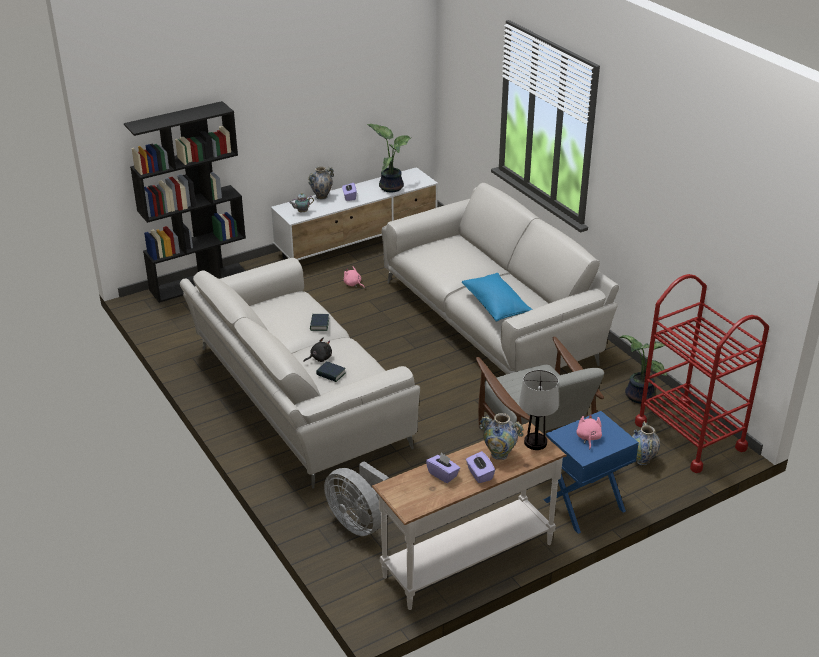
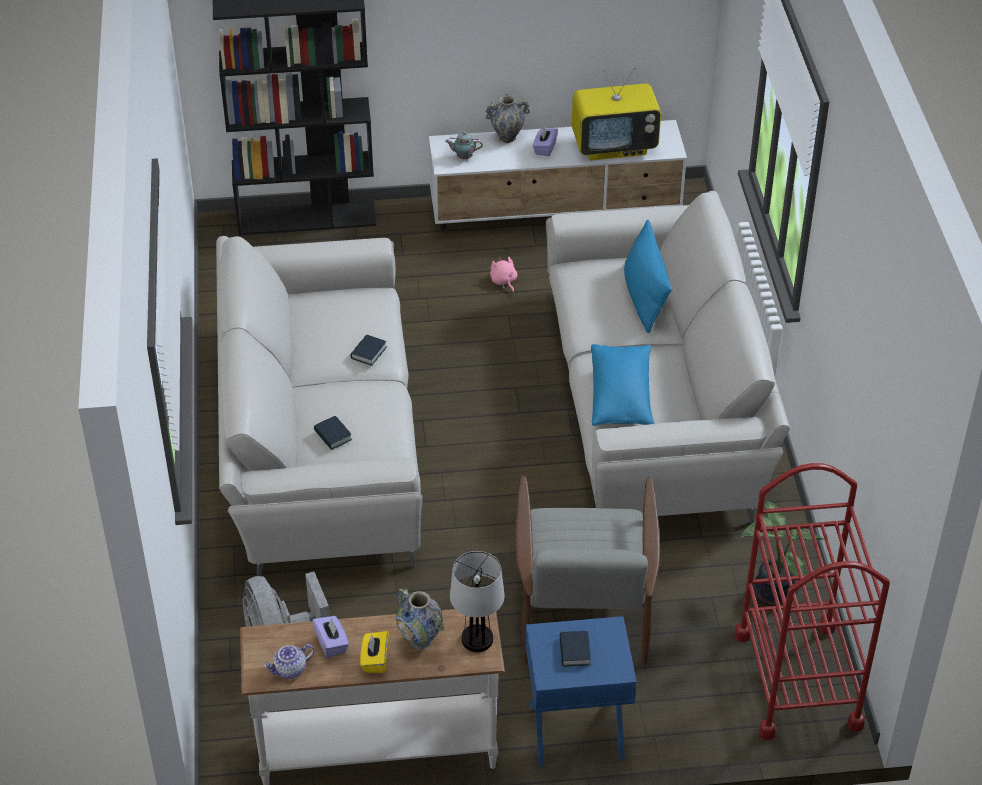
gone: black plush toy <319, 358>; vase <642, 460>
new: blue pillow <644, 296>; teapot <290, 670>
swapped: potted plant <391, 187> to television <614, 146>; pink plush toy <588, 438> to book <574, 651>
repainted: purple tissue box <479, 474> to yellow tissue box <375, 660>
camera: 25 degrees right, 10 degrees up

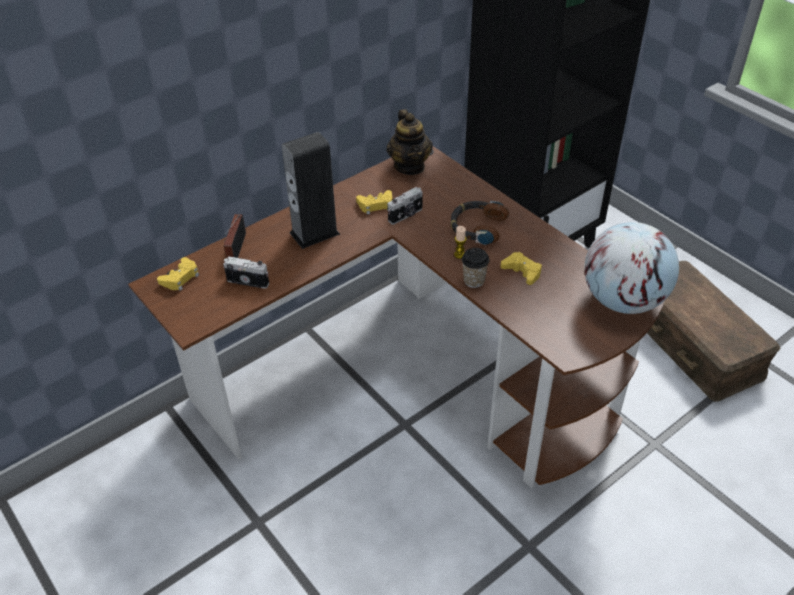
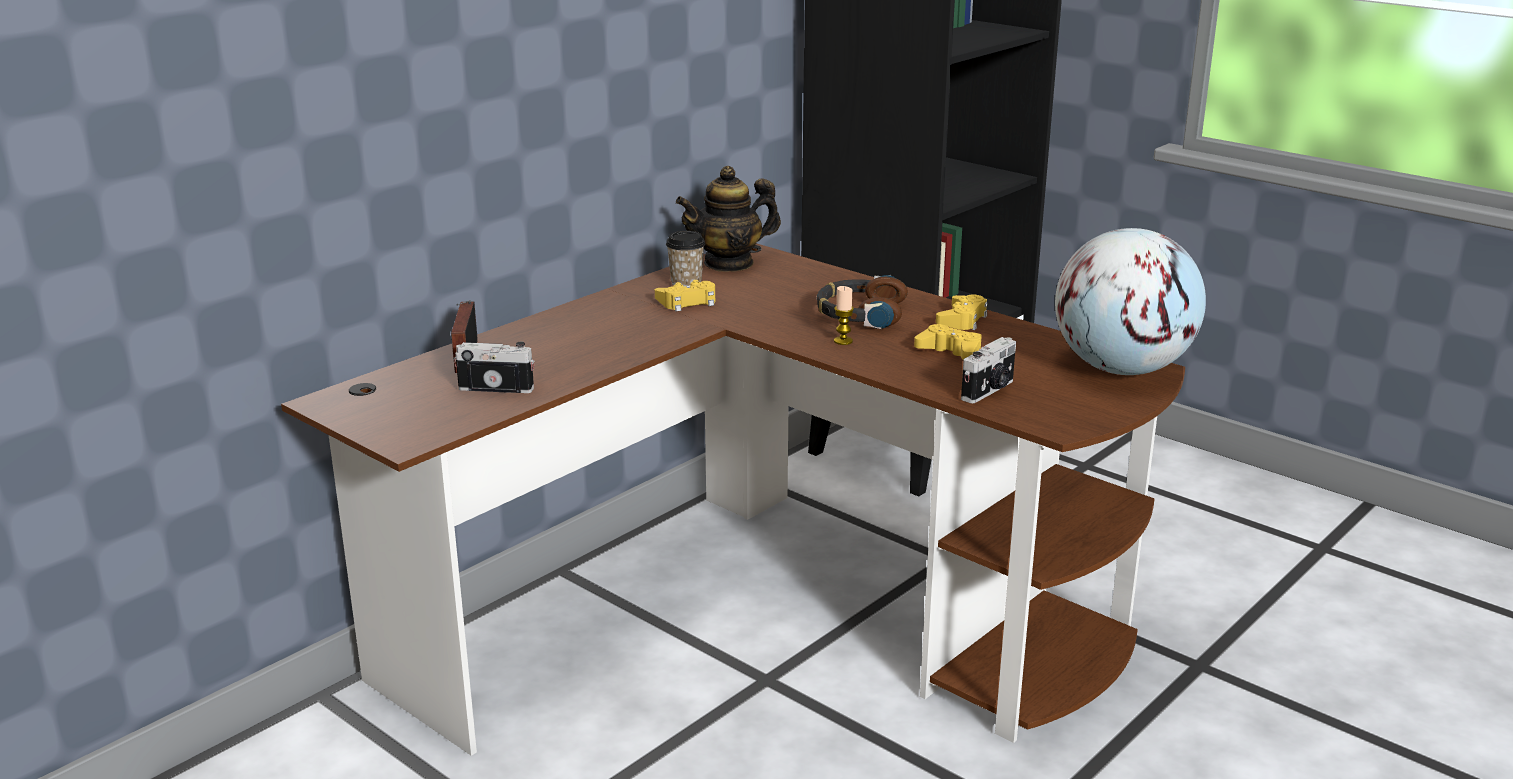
gone: speaker <314, 233>; brown storage box <695, 342>
shifted: photo camera <406, 215> to <989, 390>; cup <474, 280> to <686, 283>; yellow game controller <180, 278> to <962, 319>
rotated: teapot <410, 166> = <729, 263> 90 degrees clockwise
camera: 10 degrees left, 20 degrees down

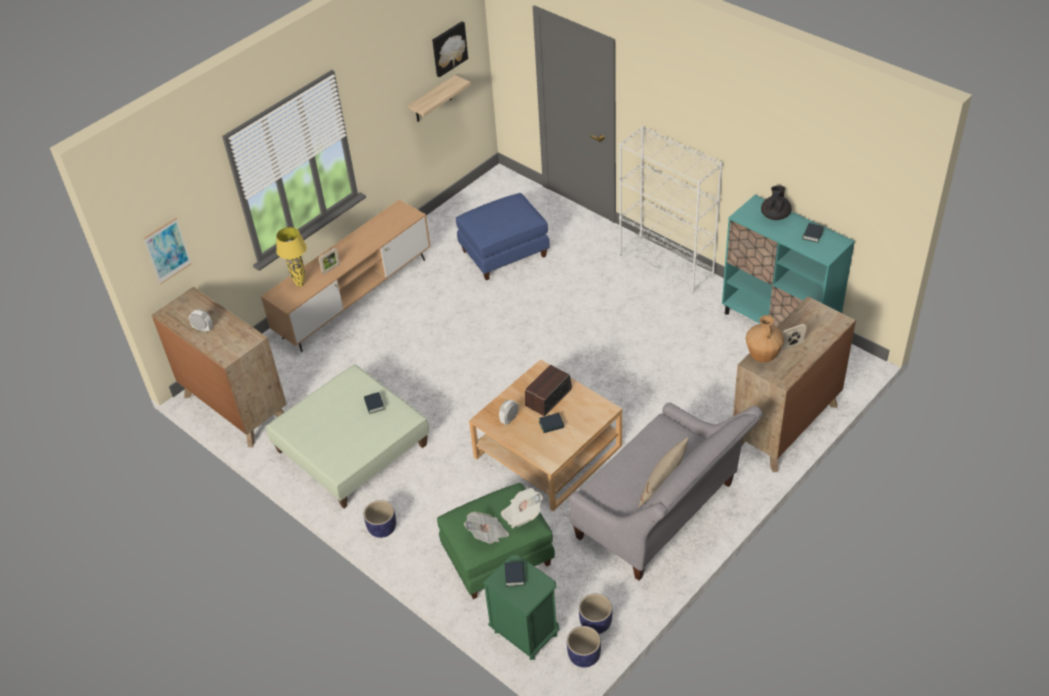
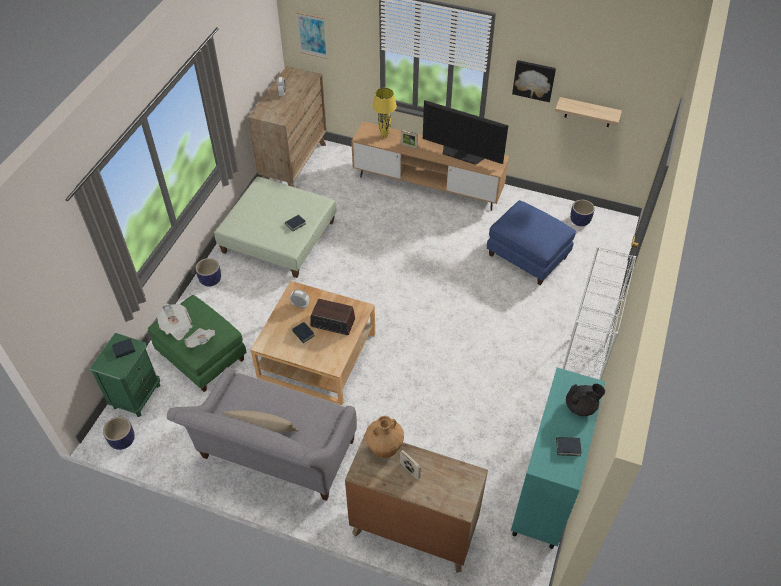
new: television <462, 154>
shifted: picture <448, 48> to <534, 80>; planter <596, 623> to <580, 221>
camera: 65 degrees right, 5 degrees up

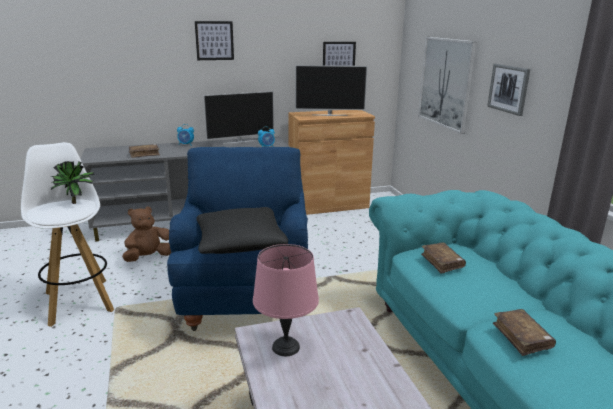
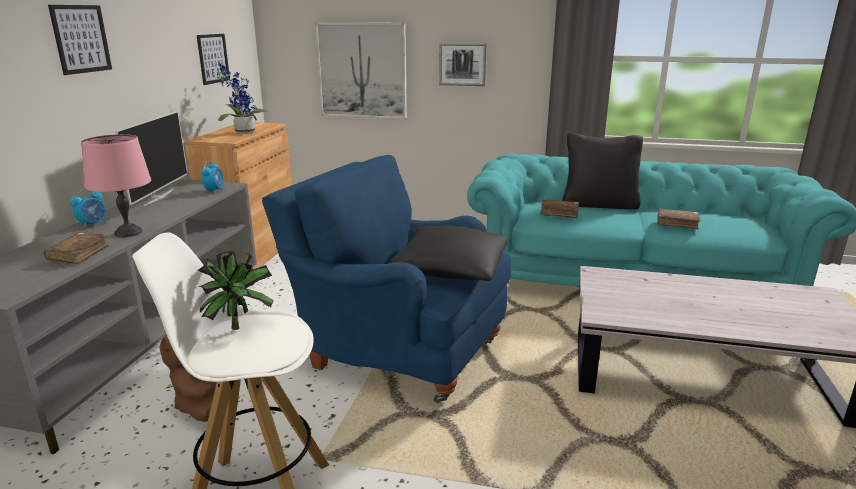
new: black pillow <599, 204>
shifted: pink table lamp <285, 346> to <127, 232>
swapped: television <329, 115> to potted plant <242, 132>
camera: 60 degrees left, 0 degrees up

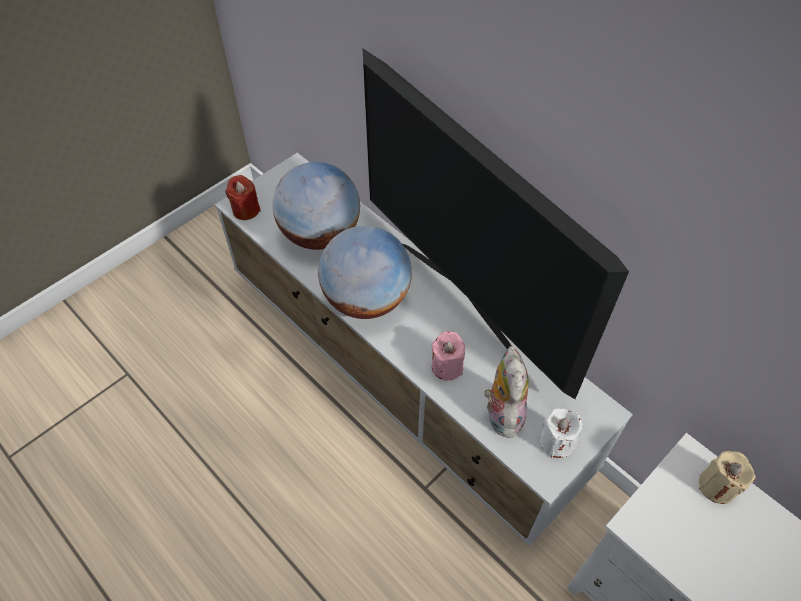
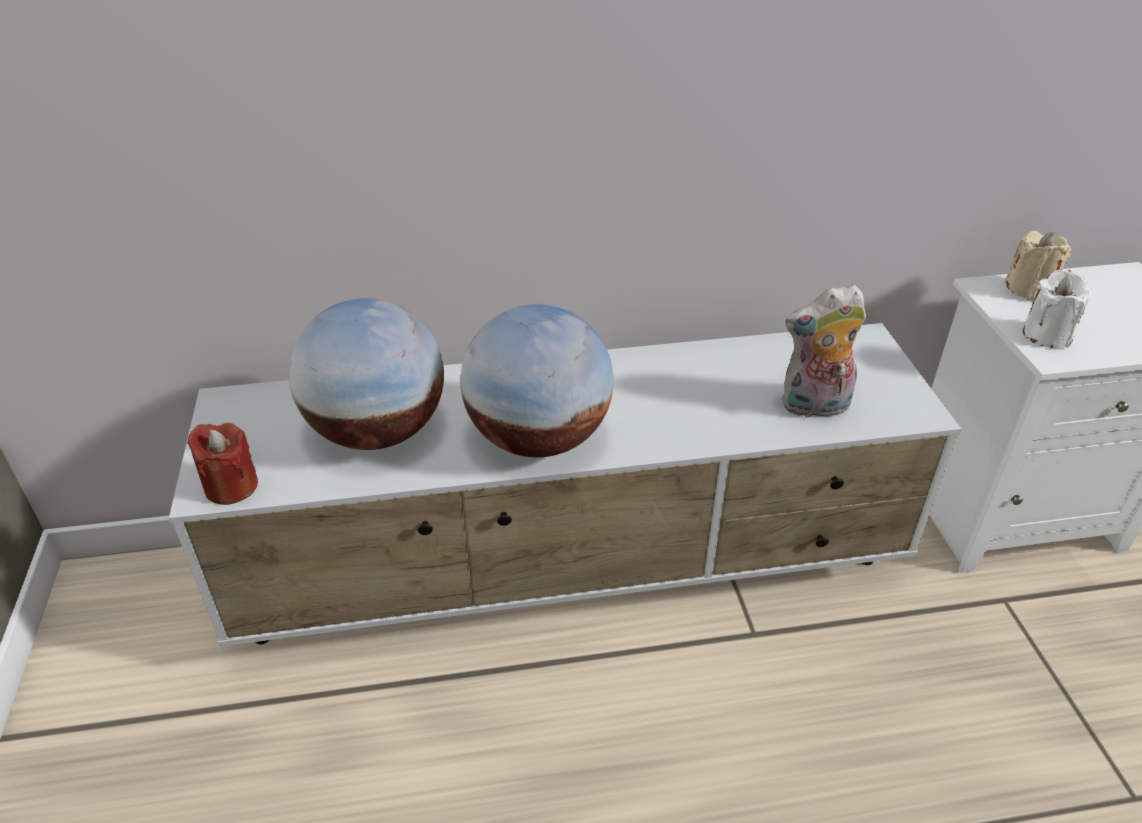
gone: television <462, 300>; pink candle <447, 366>
shifted: white candle <556, 442> to <1046, 335>
rotated: plush toy <501, 413> = <814, 407> 45 degrees counterclockwise
camera: 55 degrees left, 15 degrees down

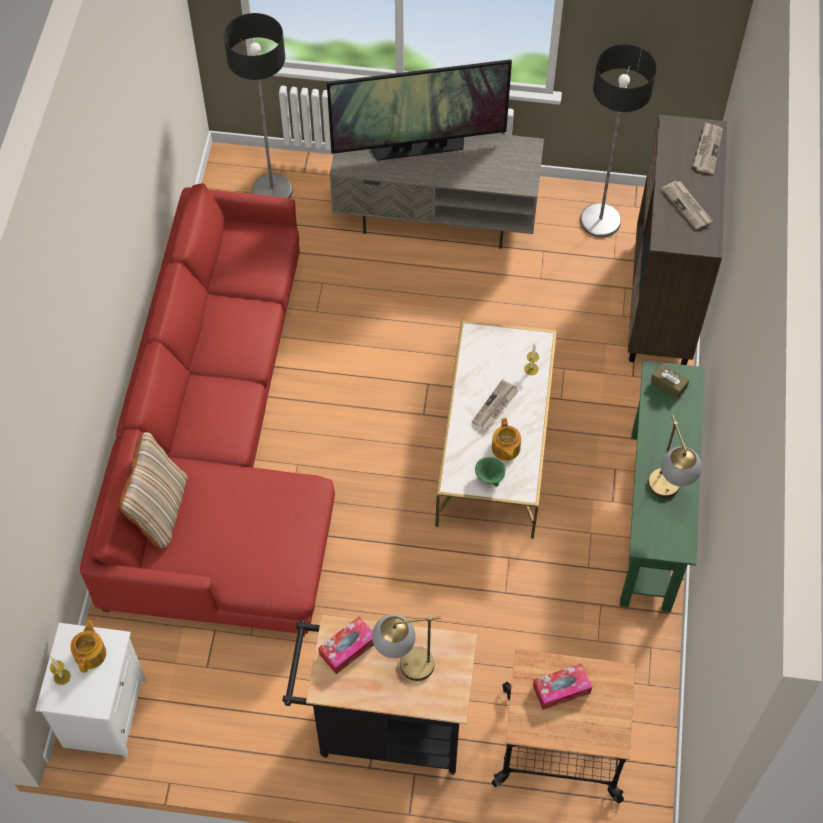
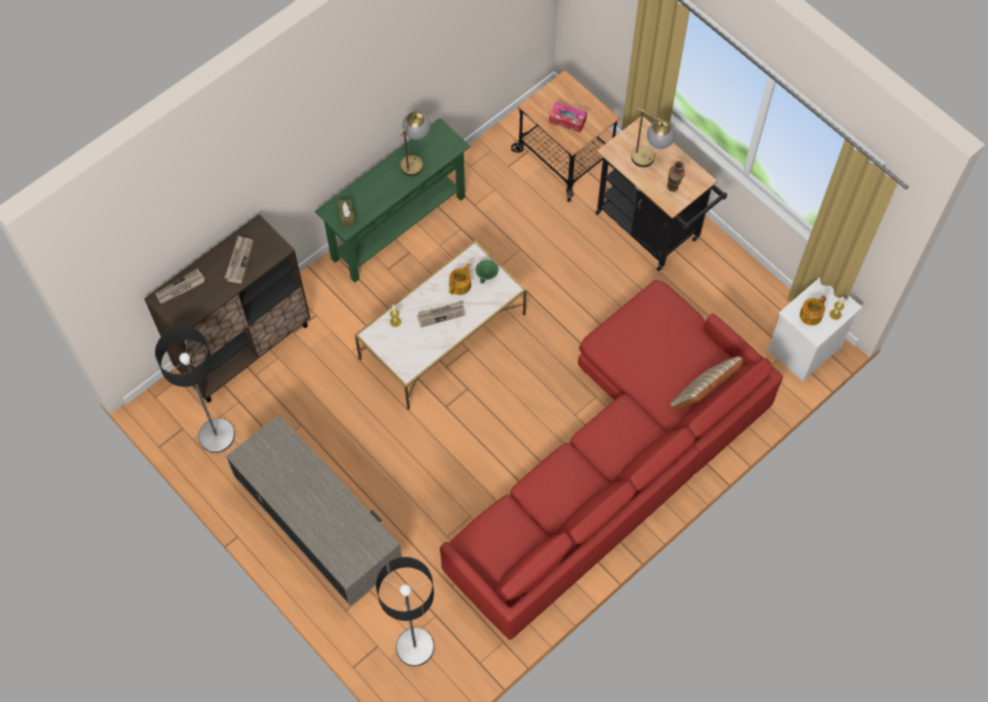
gone: television <418, 148>
swapped: tissue box <348, 648> to vase <672, 190>
camera: 140 degrees left, 5 degrees up

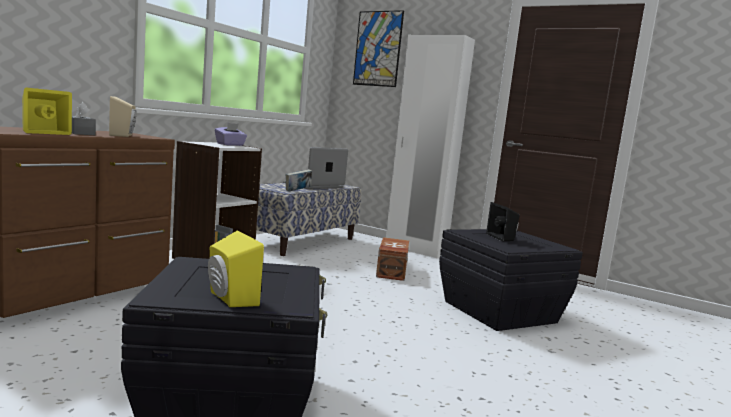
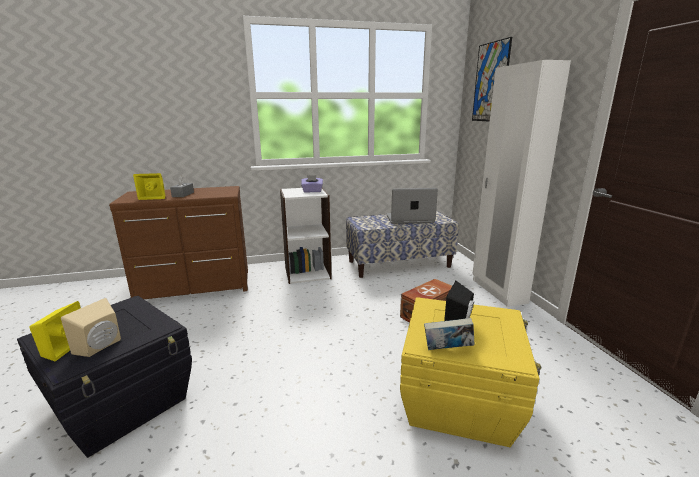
shifted: beige speaker <123, 135> to <101, 347>; book <297, 191> to <447, 350>
repainted: black storage box <499, 311> to yellow storage box <459, 400>
camera: 45 degrees right, 10 degrees up

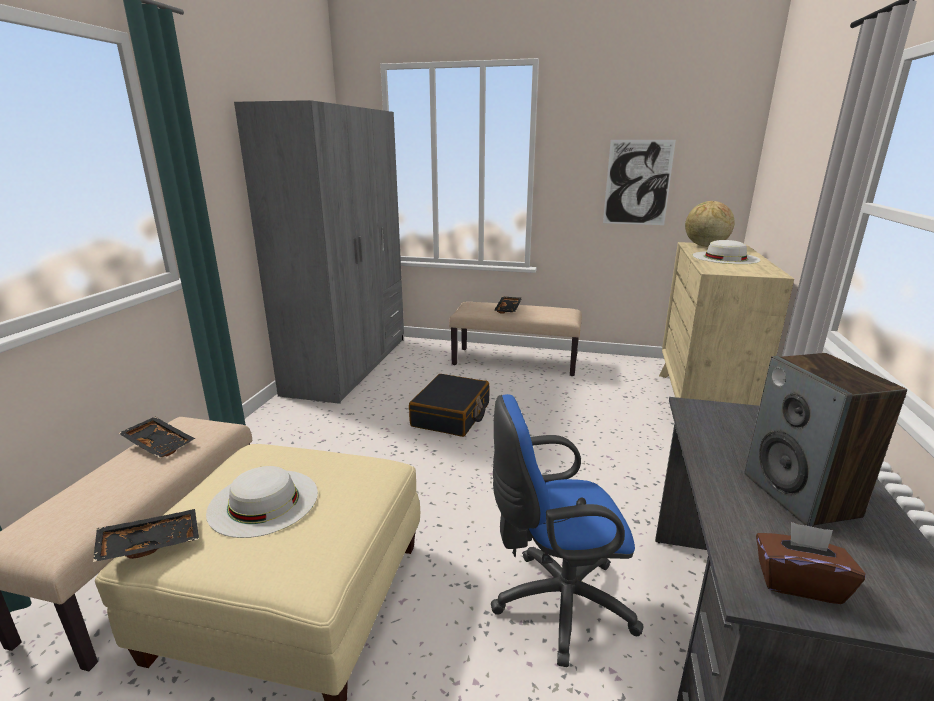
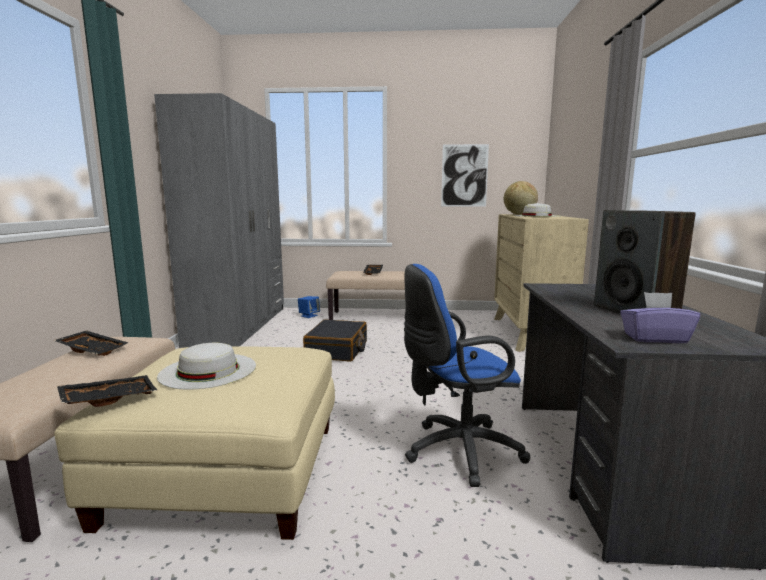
new: blue speaker <309, 315>
repainted: brown tissue box <798, 582> to purple tissue box <654, 338>
camera: 10 degrees left, 10 degrees down

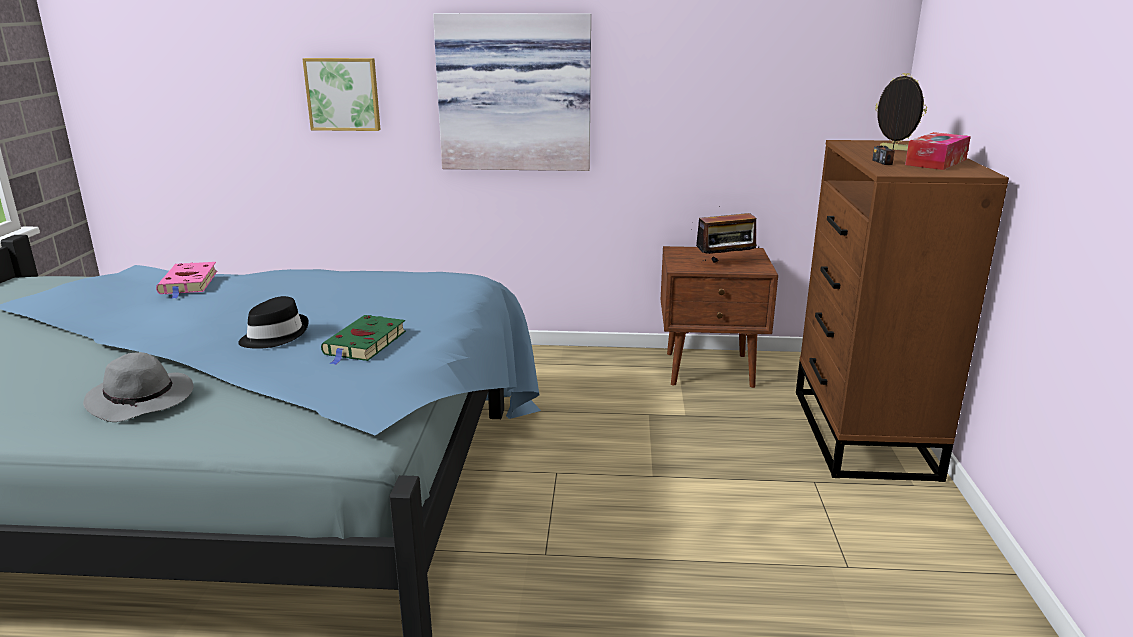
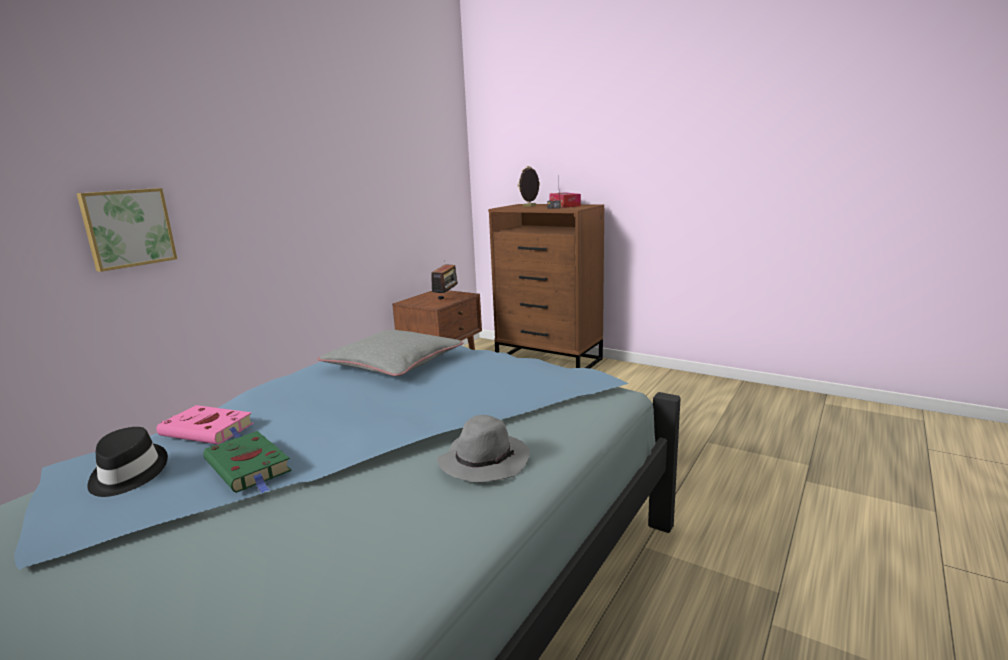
gone: picture <515, 93>
new: grey pillow <393, 363>
shifted: black hat <274, 335> to <127, 474>; green book <364, 344> to <249, 467>
camera: 60 degrees left, 5 degrees down

